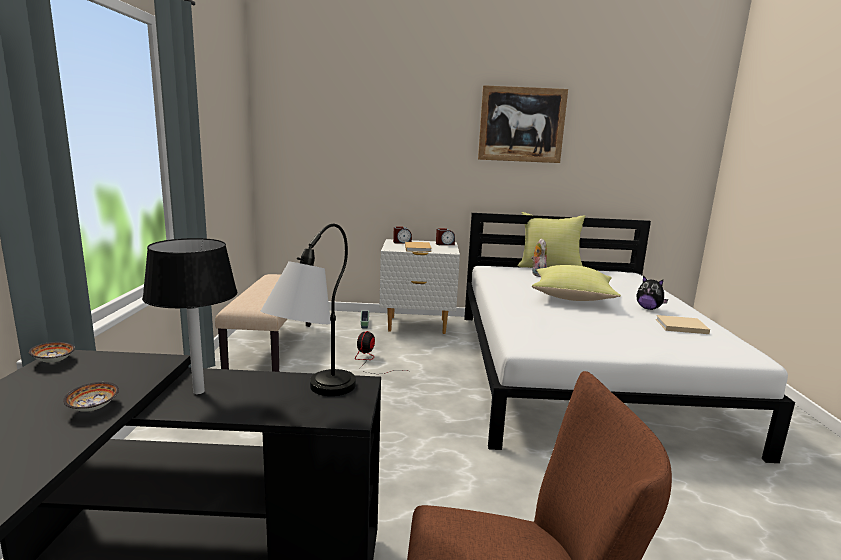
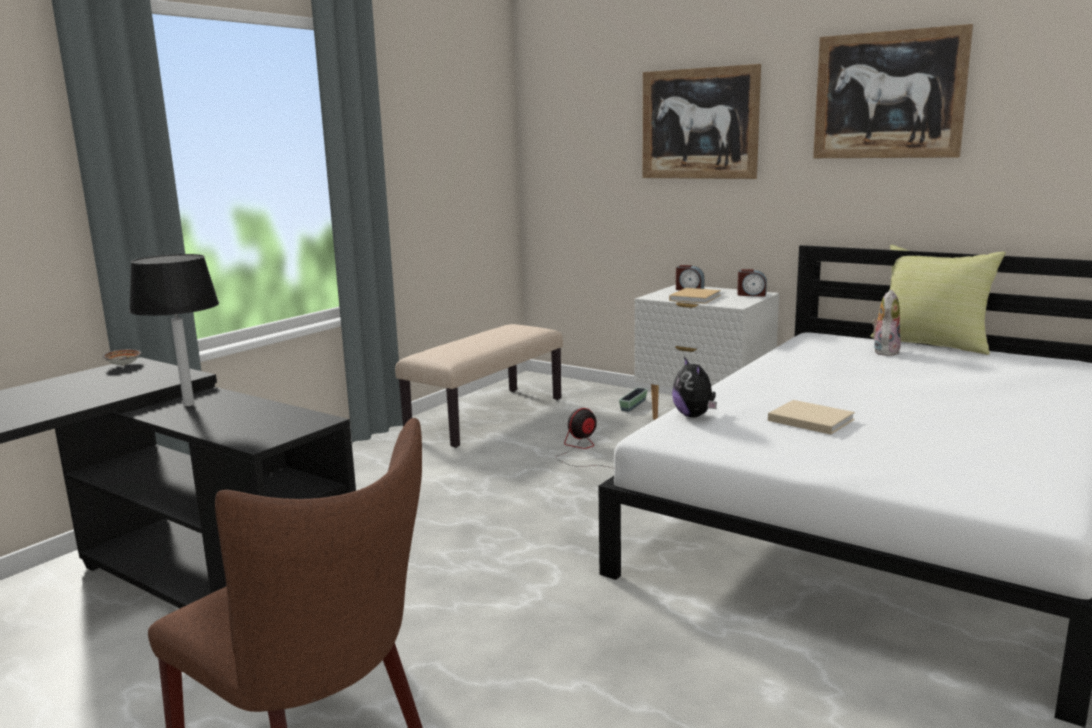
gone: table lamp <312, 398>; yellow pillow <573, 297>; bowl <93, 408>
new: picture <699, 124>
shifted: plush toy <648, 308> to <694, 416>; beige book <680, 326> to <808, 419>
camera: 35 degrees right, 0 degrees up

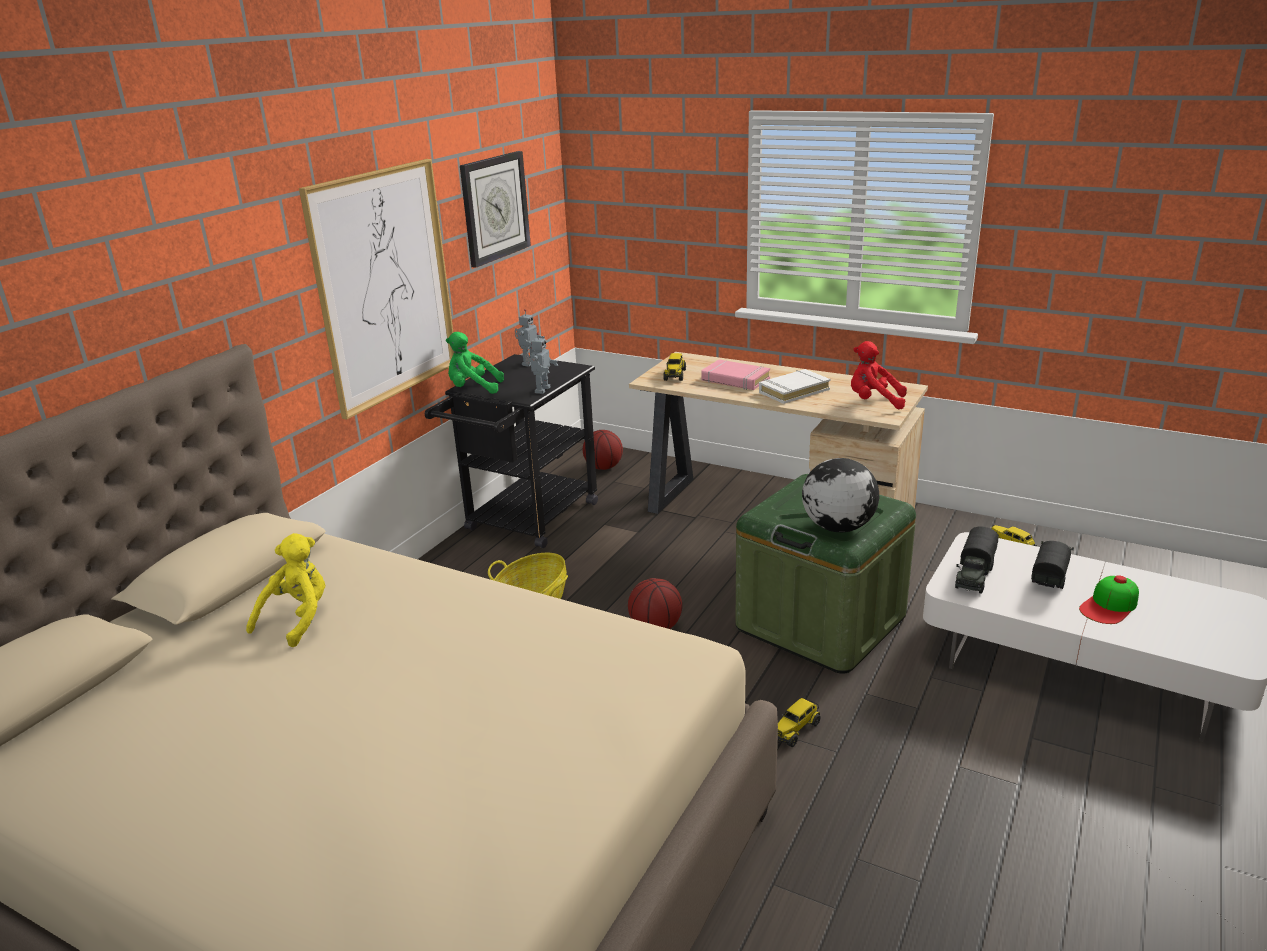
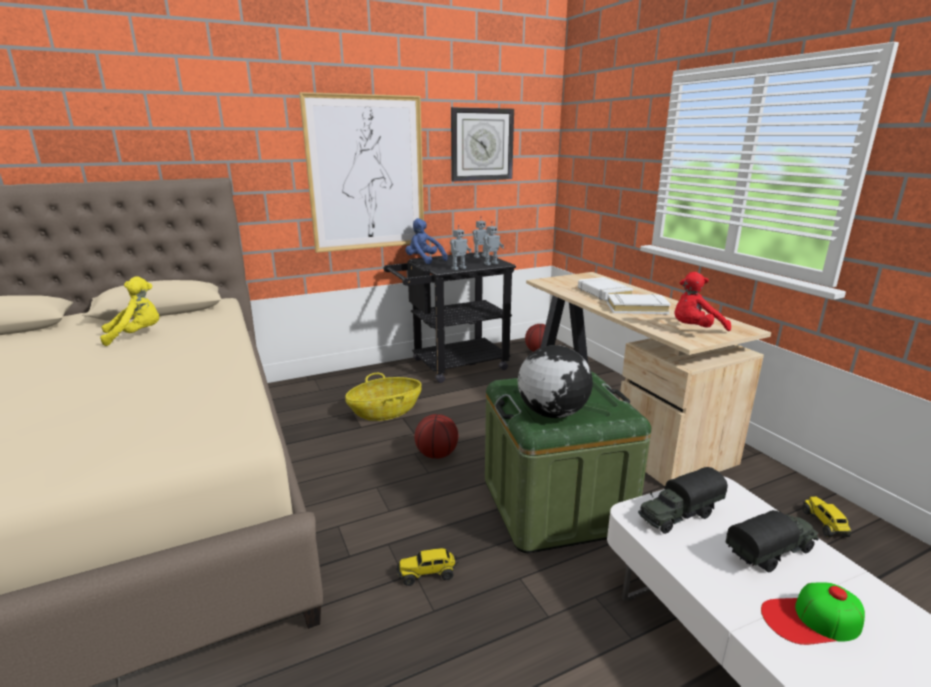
gone: toy truck <675, 375>
new: toy robot <490, 264>
repainted: green plush toy <473, 389> to blue plush toy <424, 260>; pink book <735, 380> to white book <603, 293>
rotated: red plush toy <874, 402> = <694, 330> 75 degrees counterclockwise
camera: 35 degrees right, 5 degrees down

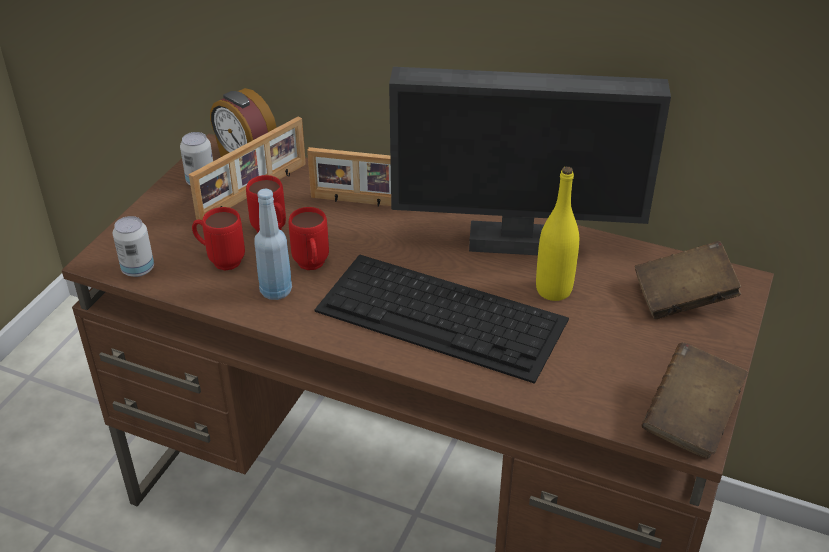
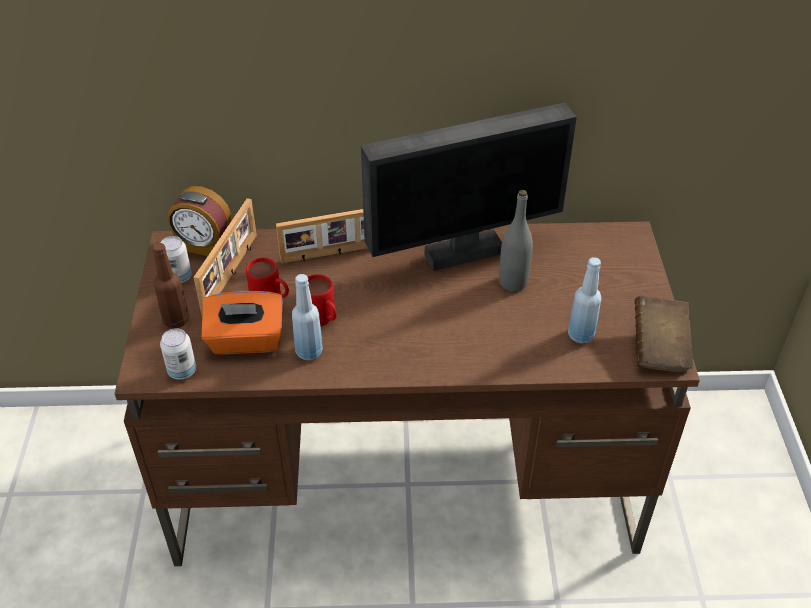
gone: brown book <682, 298>; keyboard <443, 315>
new: brown bottle <176, 320>; blue bottle <580, 335>
swapped: red mug <220, 260> to orange tissue box <246, 341>
repainted: yellow bottle <553, 290> to grey bottle <513, 282>
camera: 25 degrees left, 5 degrees up

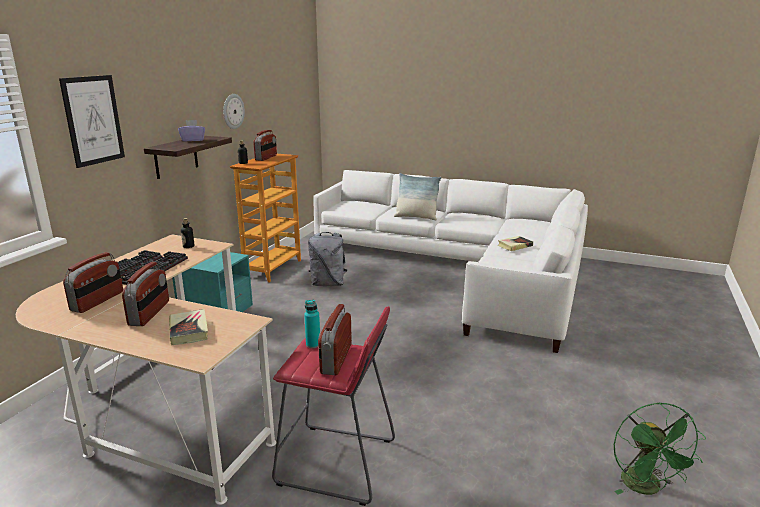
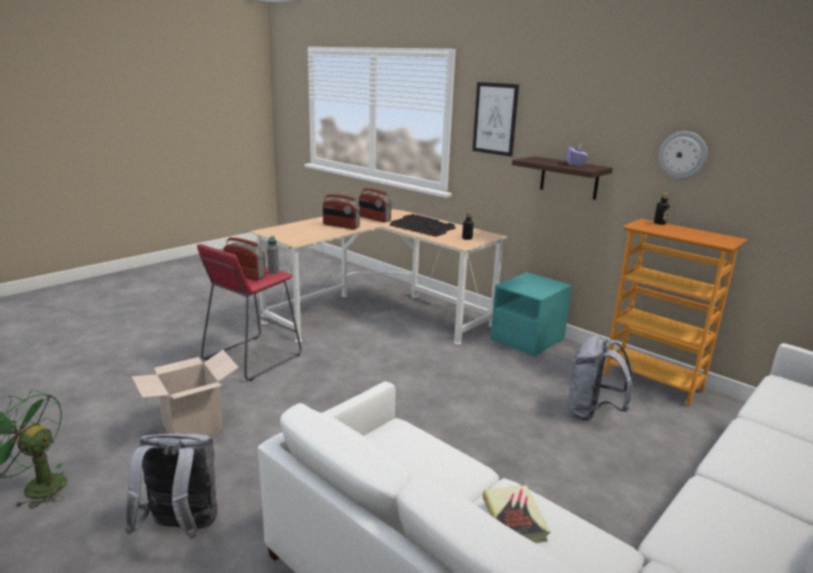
gone: radio <266, 158>; pillow <416, 217>; book <189, 330>
new: cardboard box <192, 427>; grey backpack <180, 529>
repainted: turquoise bottle <313, 344> to grey bottle <273, 272>
camera: 110 degrees right, 0 degrees up

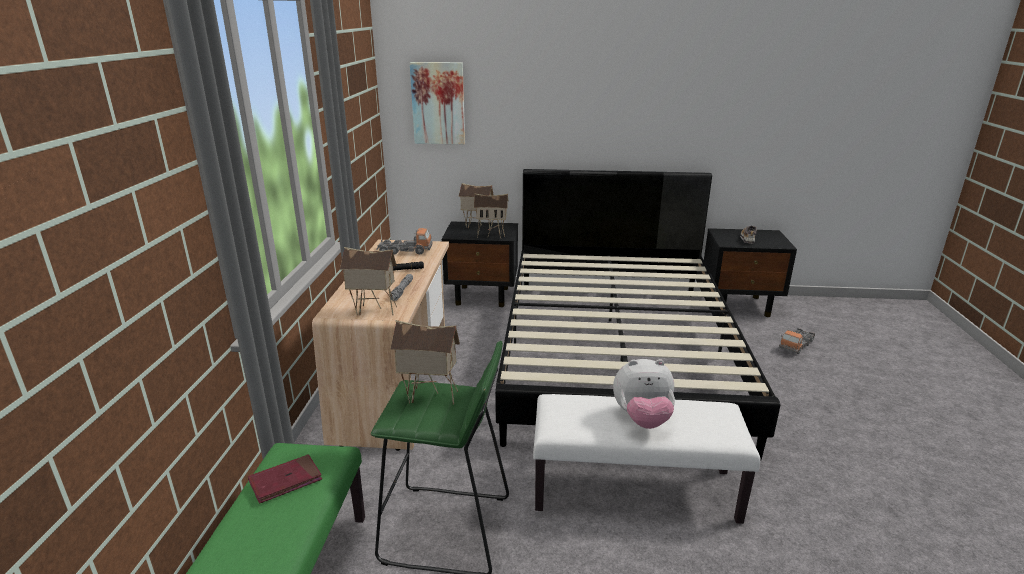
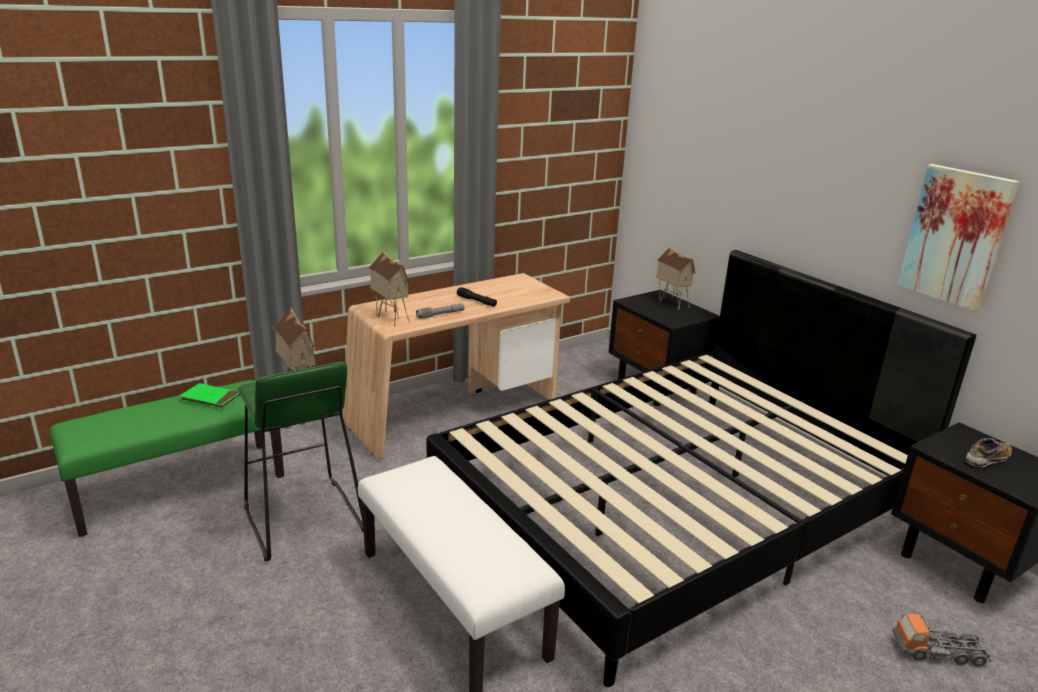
gone: toy house <491, 235>; toy truck <405, 251>; plush toy <642, 419>
shifted: picture <438, 103> to <955, 236>
repainted: red book <285, 481> to green book <210, 399>
camera: 50 degrees right, 0 degrees up

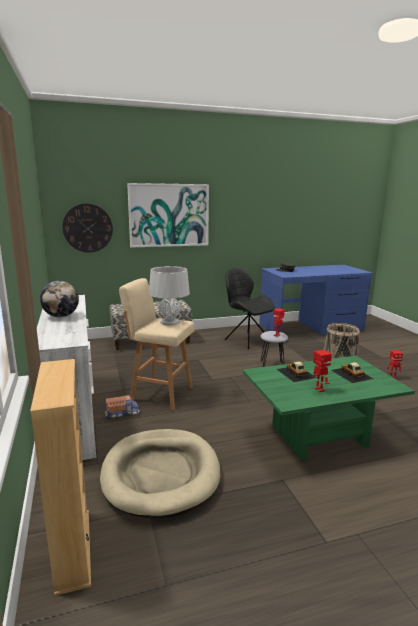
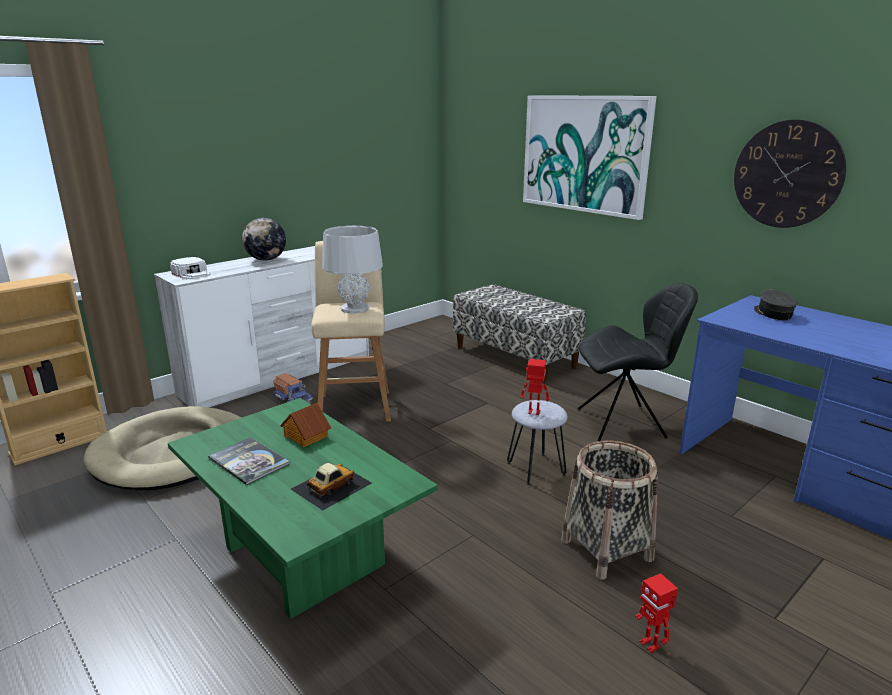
new: white cap <191, 273>
shifted: wall clock <88, 228> to <787, 174>
swapped: toy robot <319, 390> to book <248, 461>; toy car <296, 373> to toy house <305, 436>
rotated: black chair <246, 340> = <624, 423> 60 degrees clockwise
camera: 65 degrees right, 5 degrees up

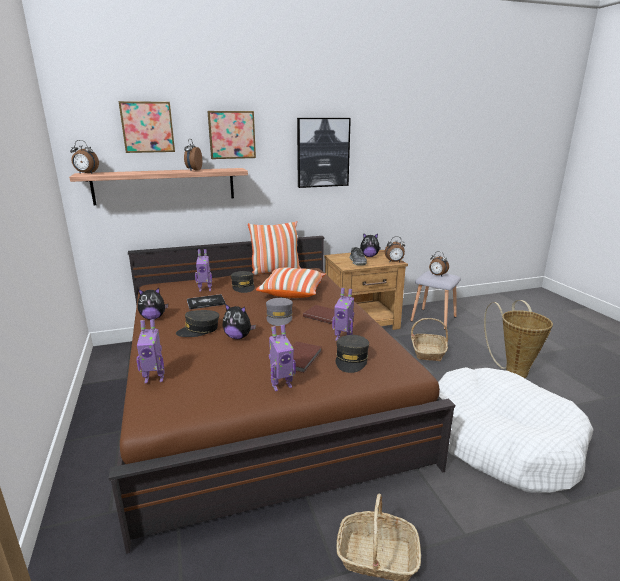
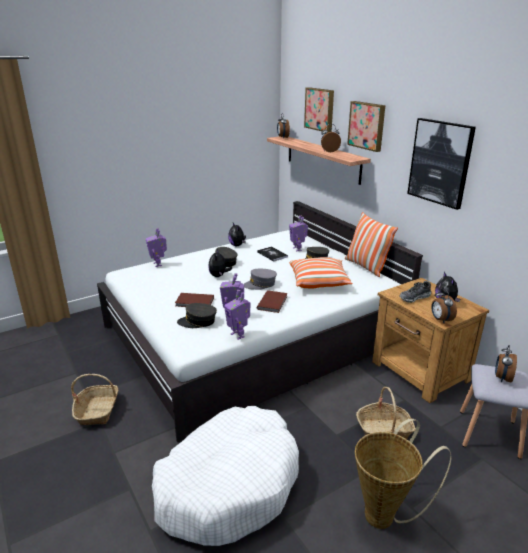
shifted: toy robot <281, 385> to <238, 335>
repainted: brown bed <259, 390> to white bed <253, 334>
camera: 75 degrees right, 5 degrees up

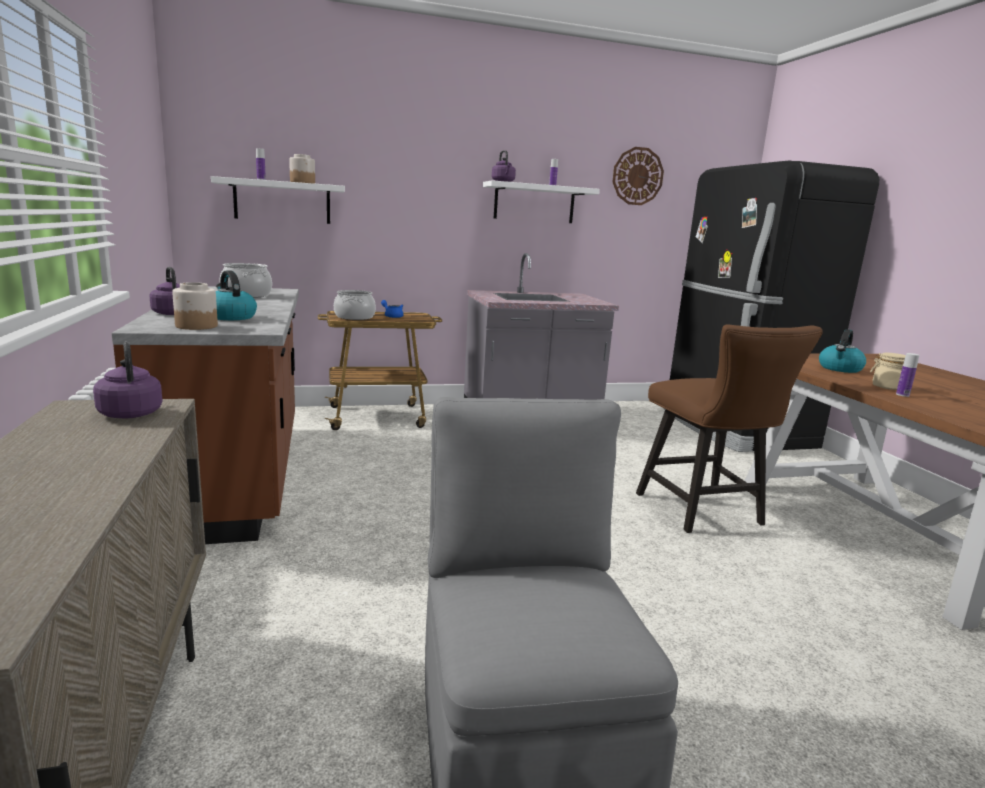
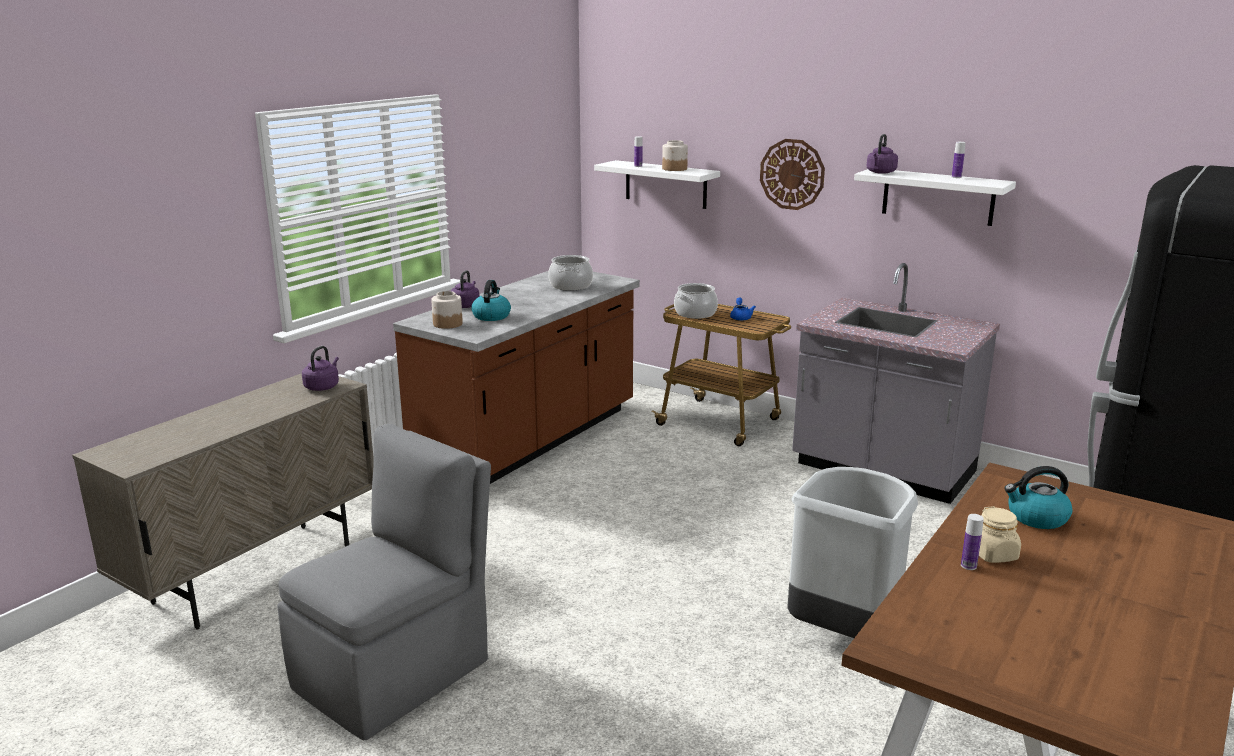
shifted: wall clock <637, 176> to <792, 174>
swapped: brown chair <705, 513> to grey trash can <844, 634>
camera: 50 degrees right, 5 degrees up

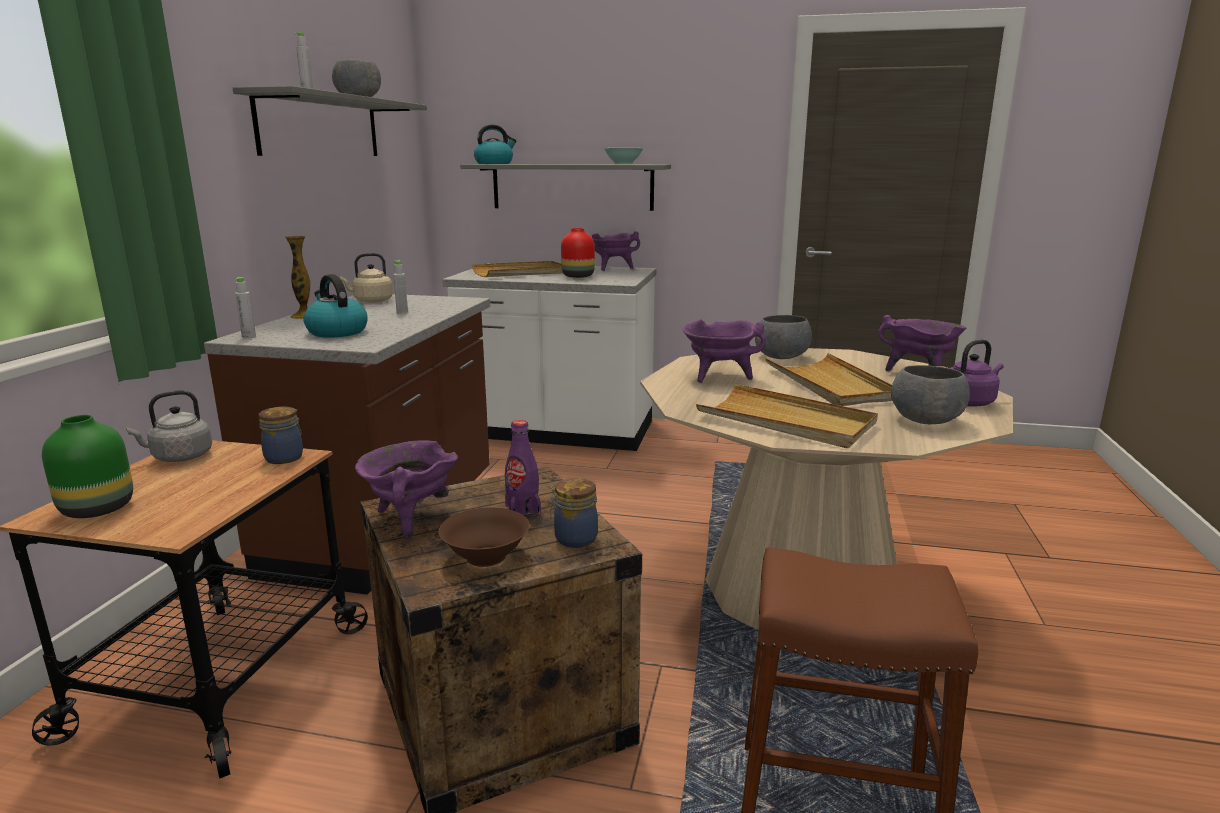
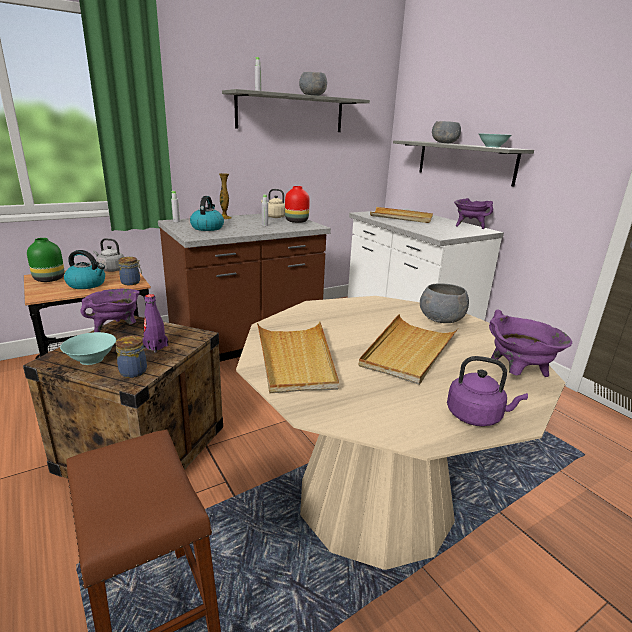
gone: purple cooking pot <719, 377>
shifted: kettle <494, 163> to <87, 284>; red vase <577, 276> to <296, 221>; grey bowl <926, 420> to <445, 143>
repainted: brown bowl <486, 556> to turquoise bowl <92, 359>
camera: 45 degrees right, 5 degrees up

